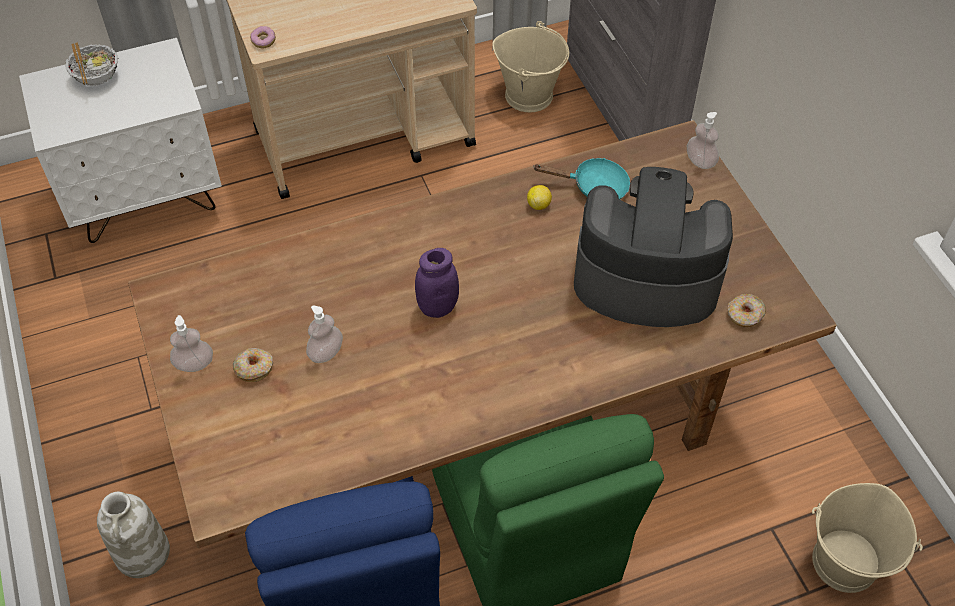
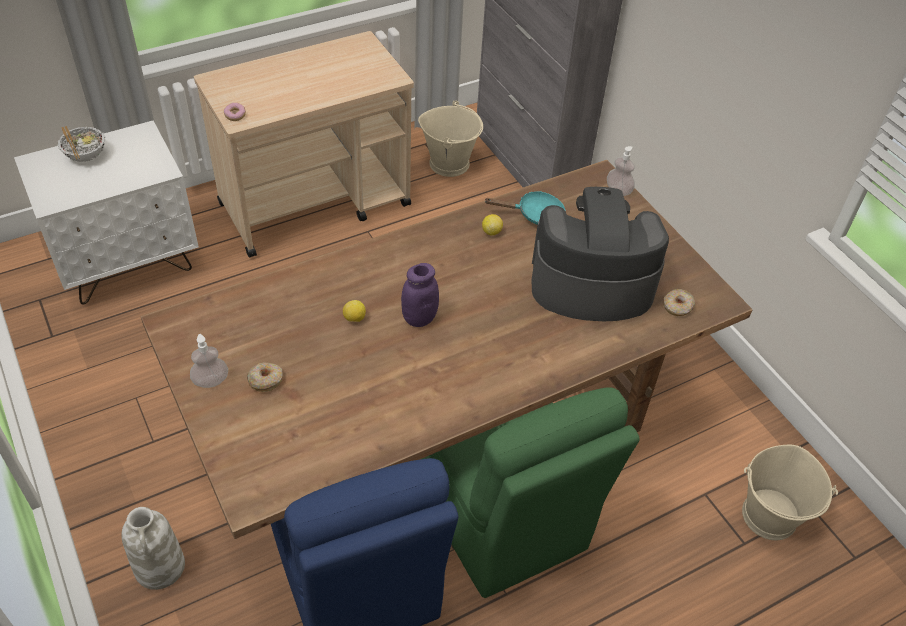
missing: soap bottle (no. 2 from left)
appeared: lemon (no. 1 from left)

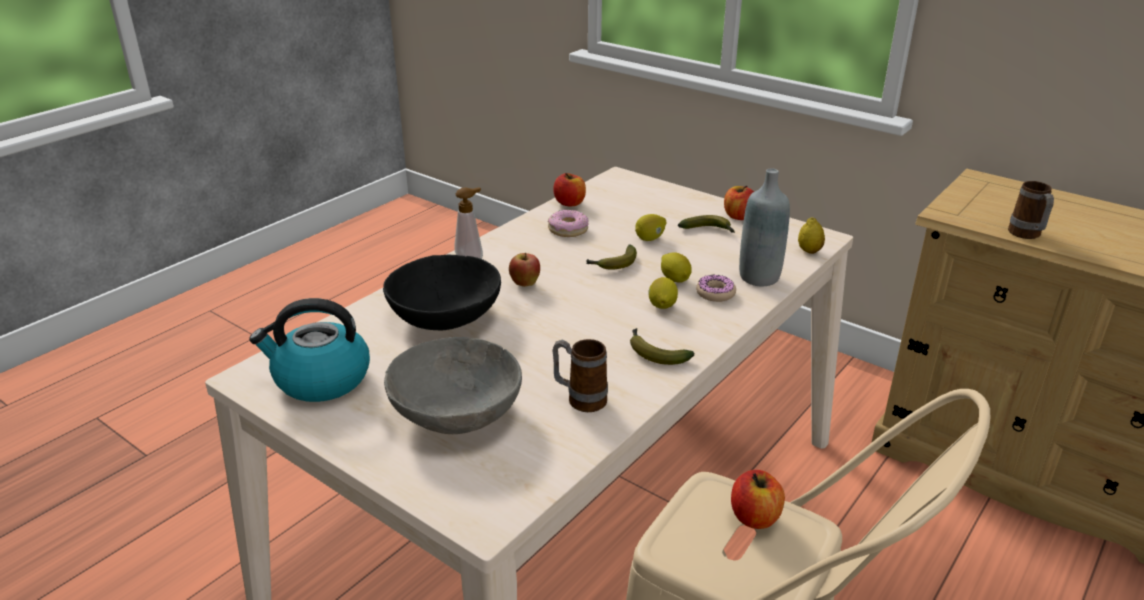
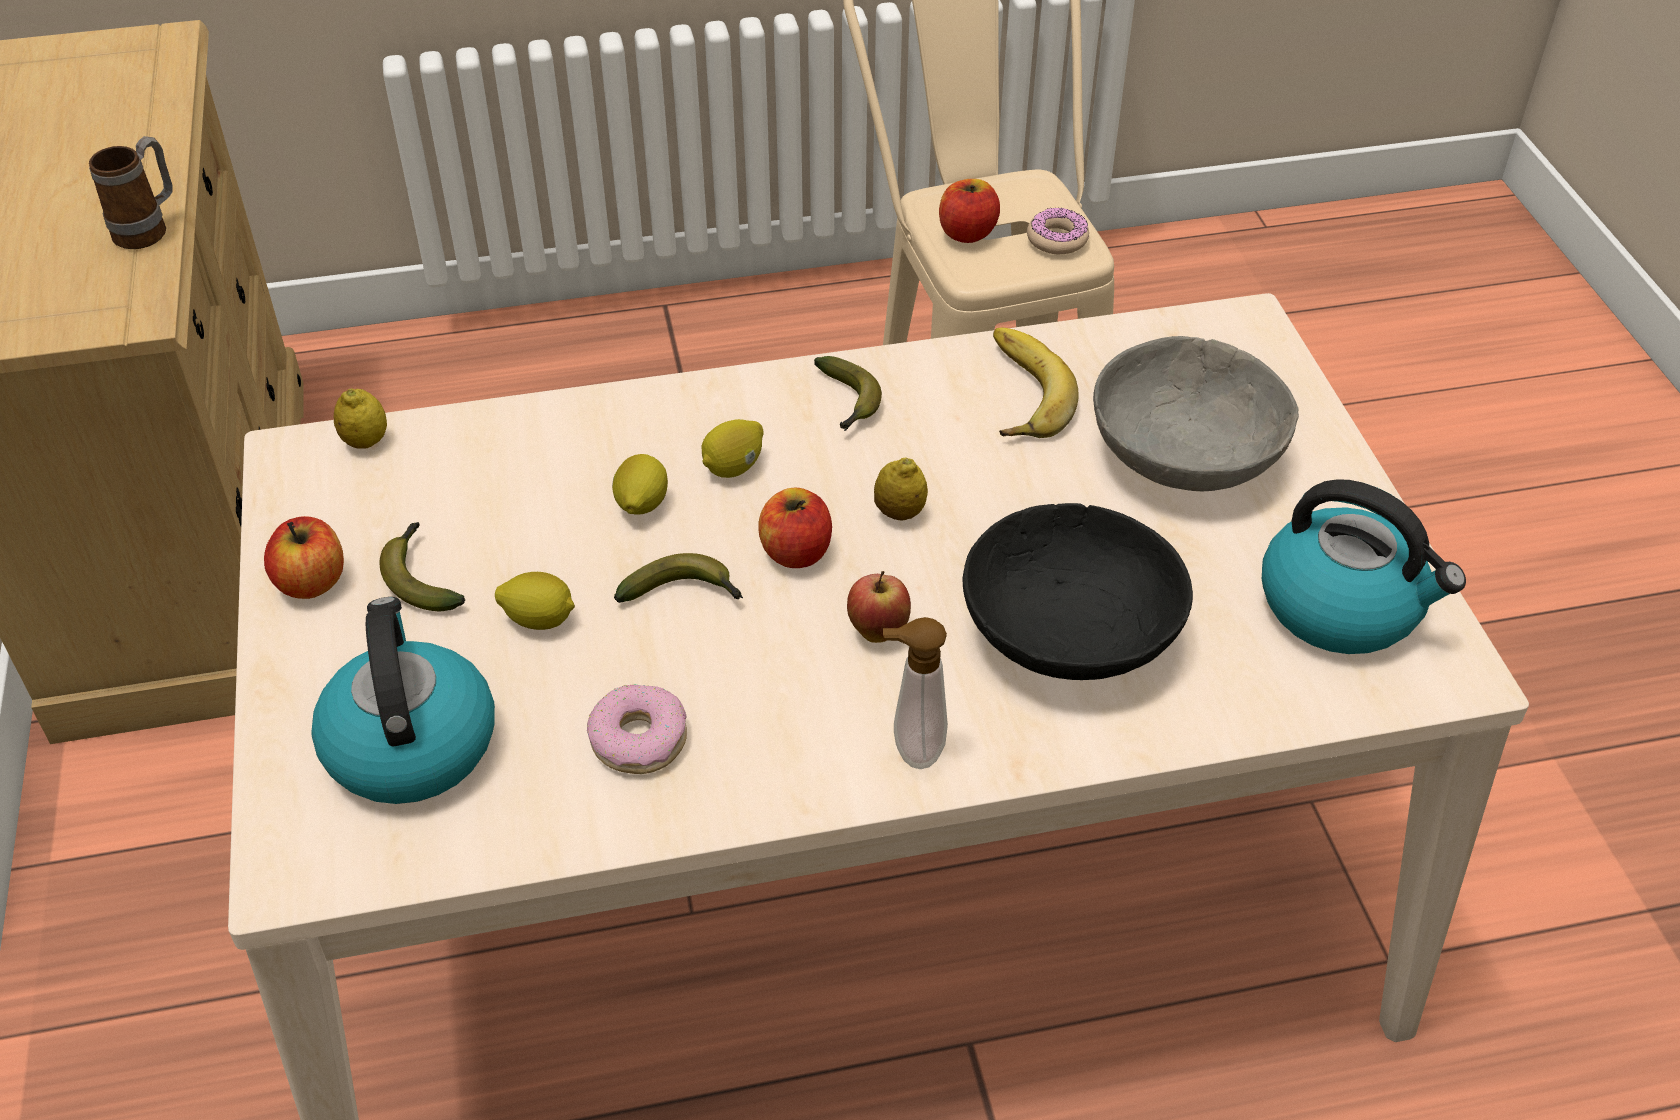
missing: grey bottle
appeared: kettle (no. 1 from left); lemon (no. 5 from left)
relocated: whole apple (no. 2 from left); ring doughnut (no. 2 from left)
exchanged: tea mug (no. 1 from left) to banana (no. 4 from left)

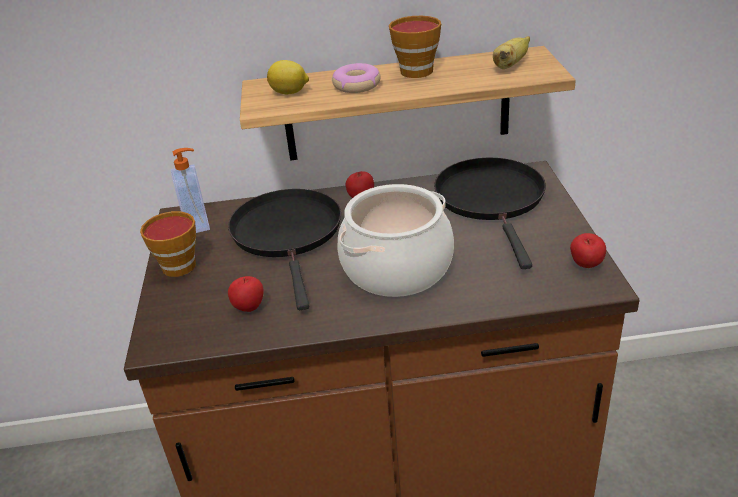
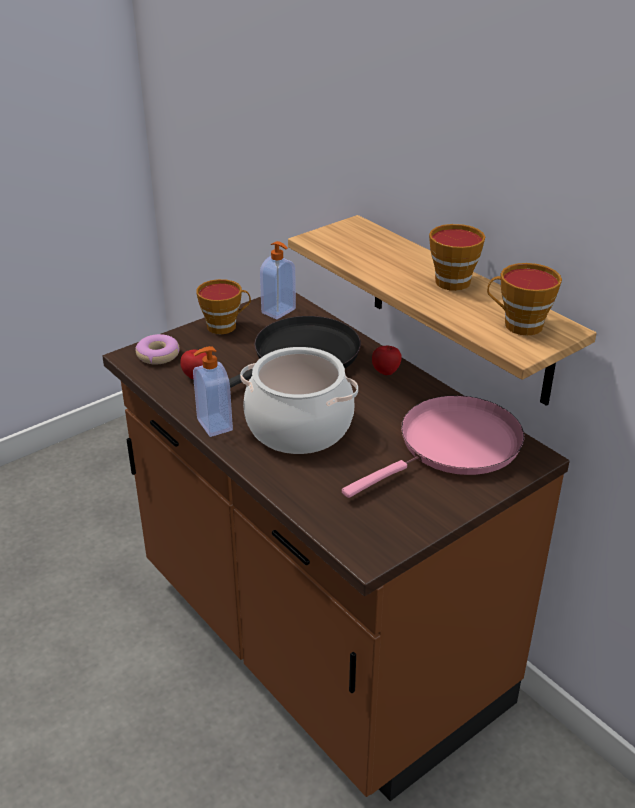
missing: lemon; whole apple (no. 3 from left)
appeared: soap bottle (no. 1 from left)
relocated: ring doughnut
exchanged: banana to cup (no. 3 from left)
colour: blackish skillet (no. 2 from left) to pink skillet

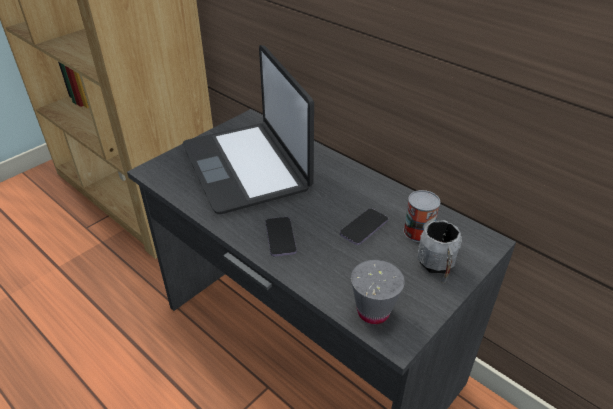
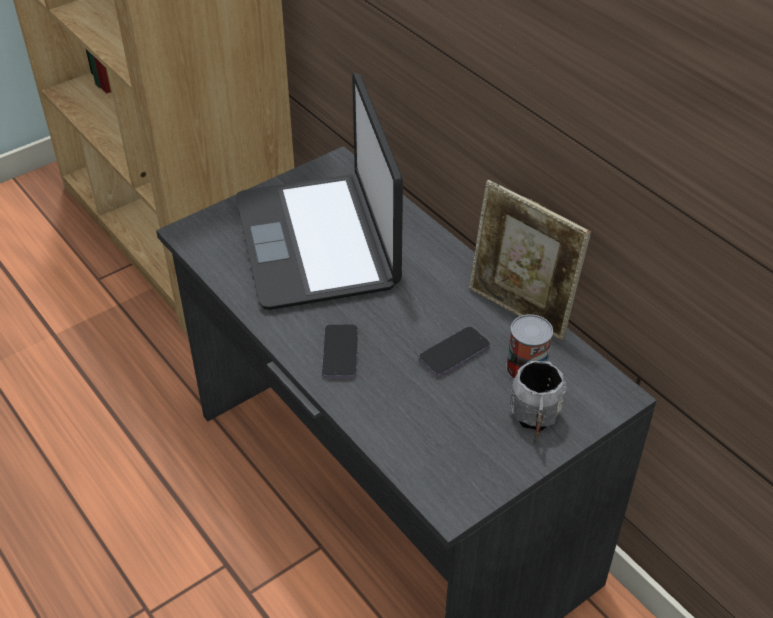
missing: grey cup
appeared: photo frame

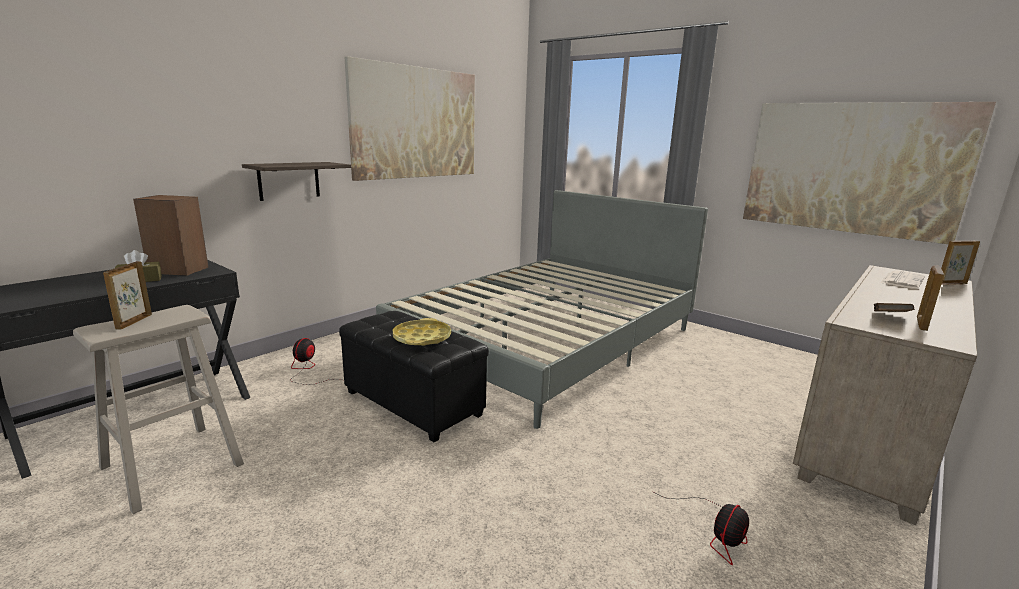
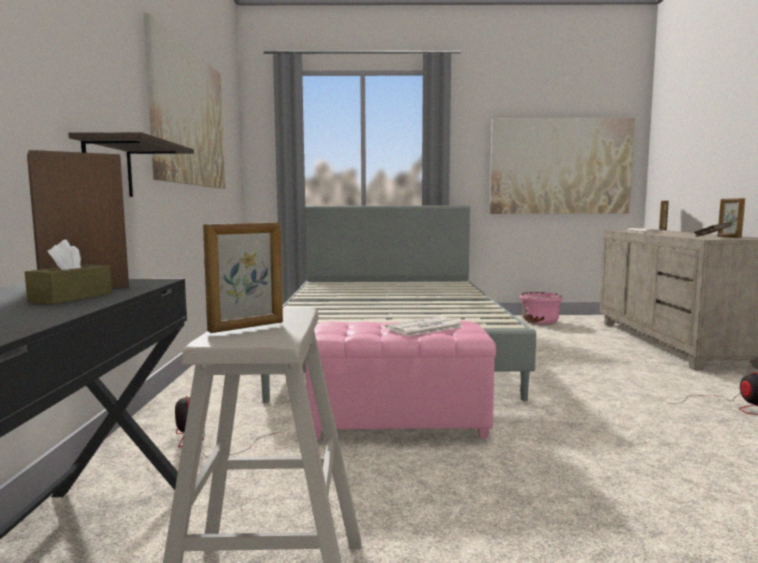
appeared: pink plant pot
exchanged: yellowish serving tray to printed paper (no. 1 from left)
colour: blackish pouffe to pink pouffe
spun: photo frame (no. 1 from left) 90 degrees counterclockwise

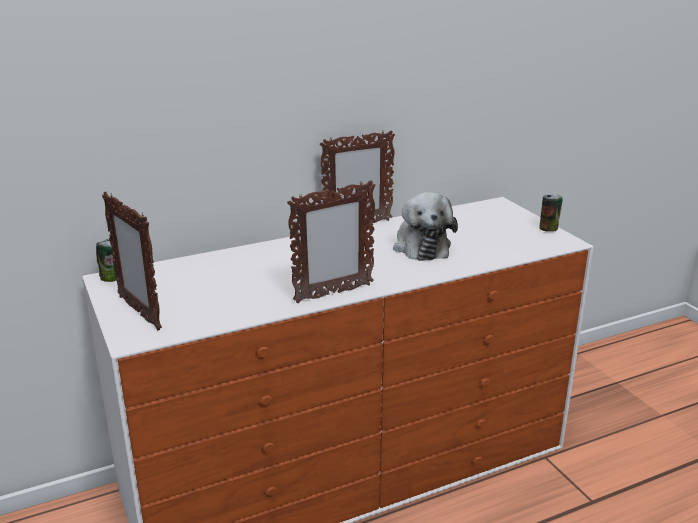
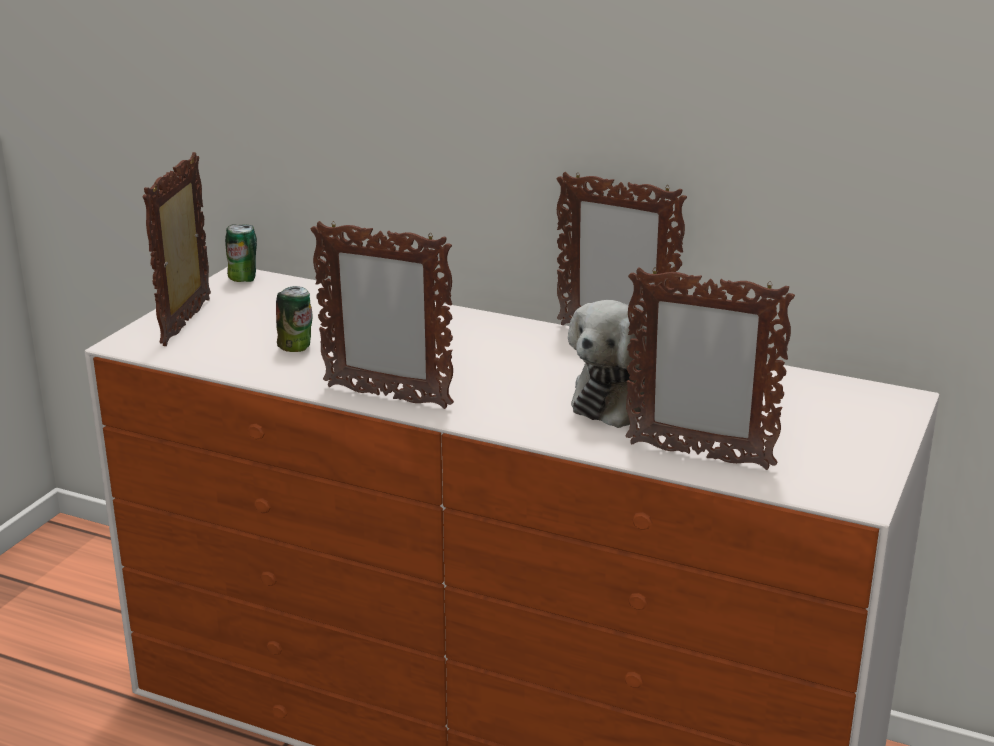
appeared: photo frame (no. 4 from left)
relocated: sealed can (no. 2 from left)

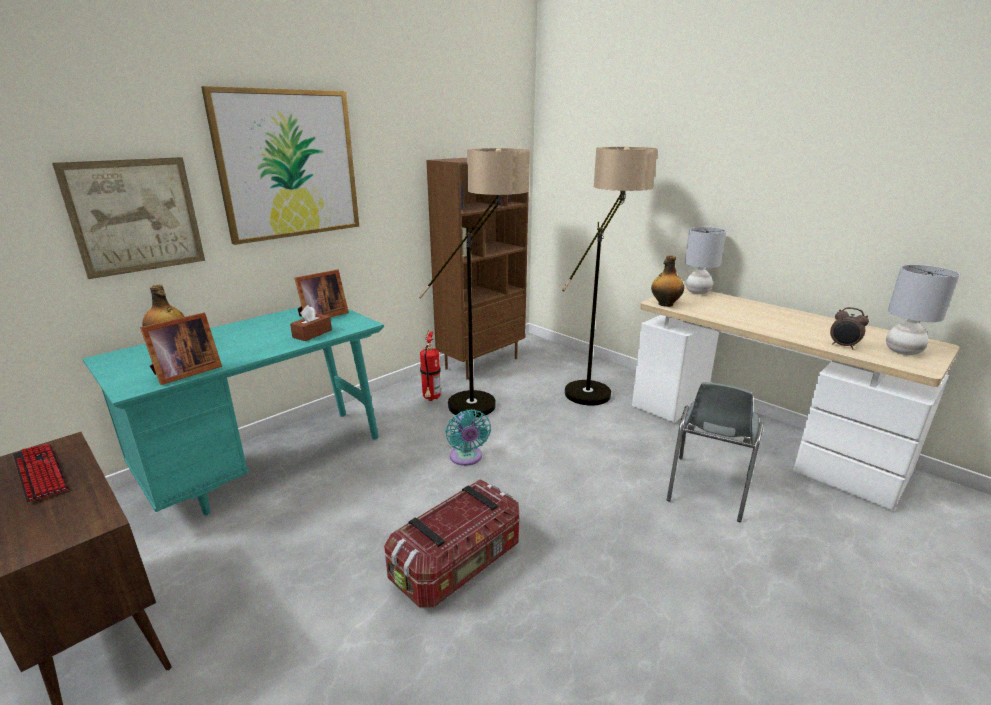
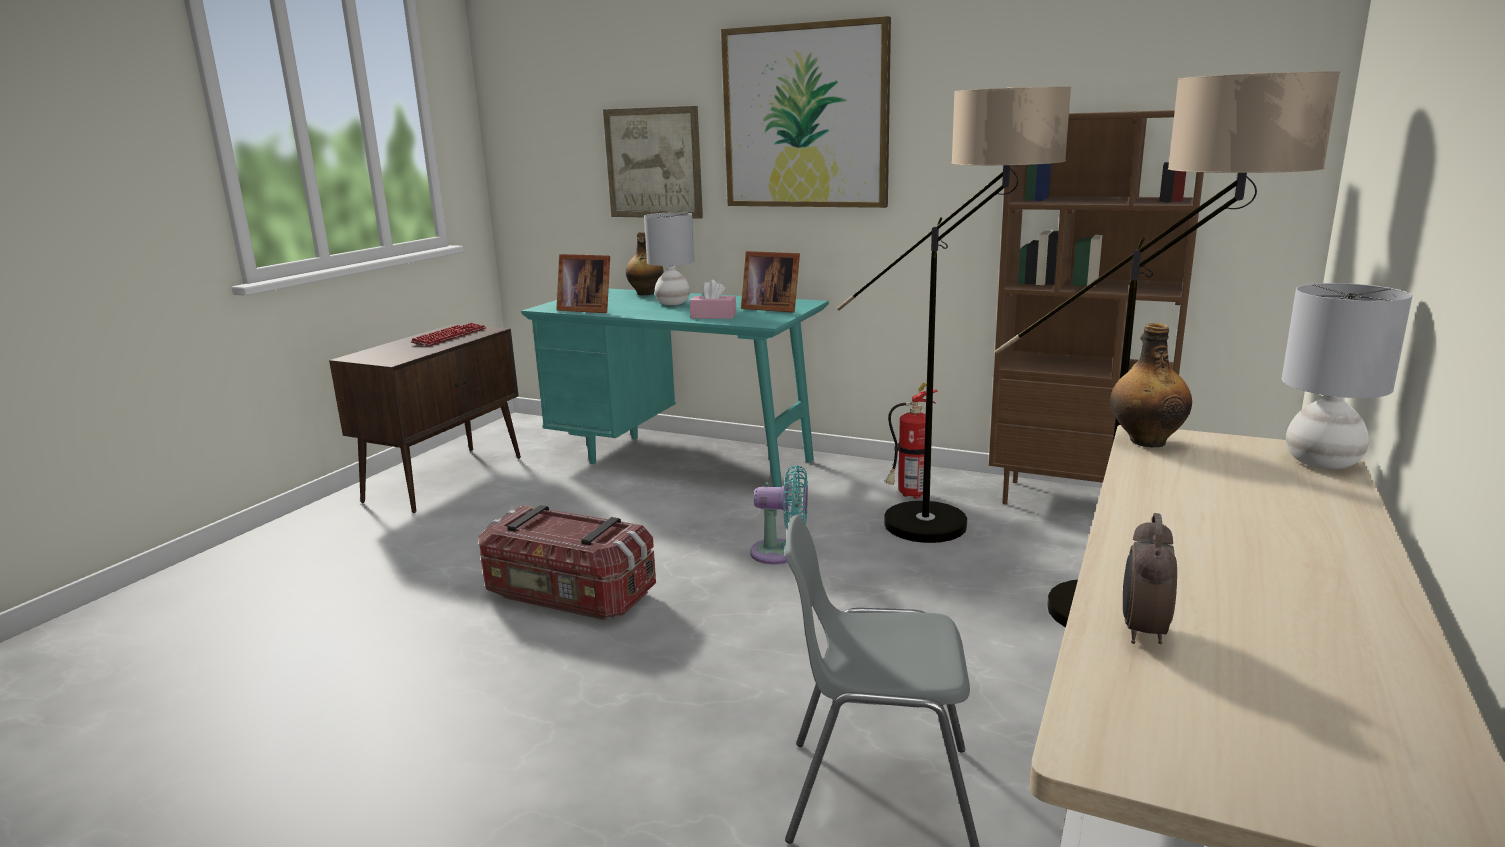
relocated: grey lamp for a table (no. 2 from left in the first image) to grey lamp for a table (no. 1 from left)
colour: brown tissue box to pink tissue box
spun: blue-green fan 135 degrees counterclockwise

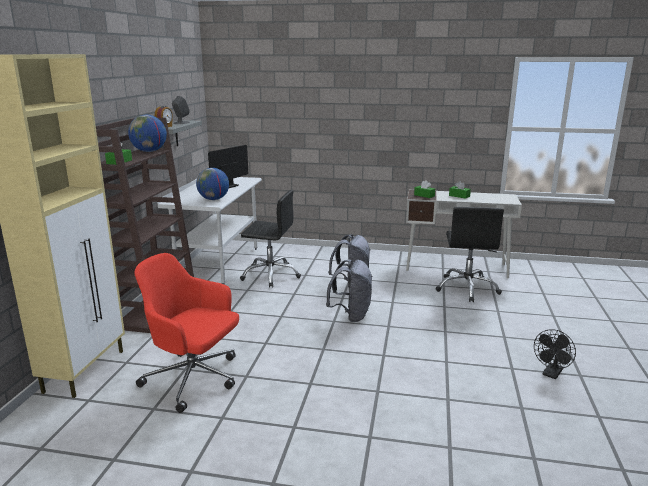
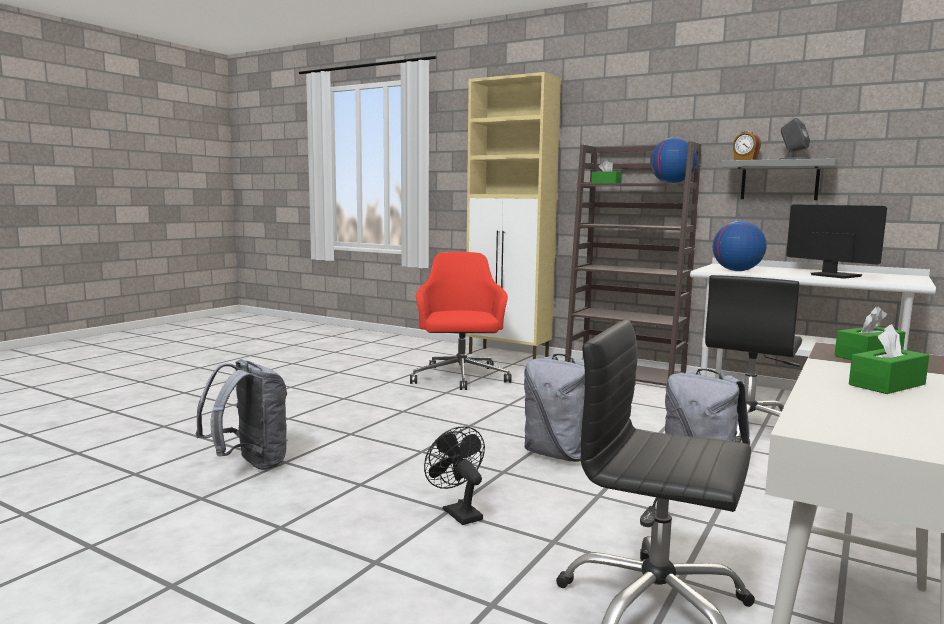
appeared: grey knapsack (no. 1 from left)
relocated: blackish fan
spun: red desk chair 45 degrees counterclockwise

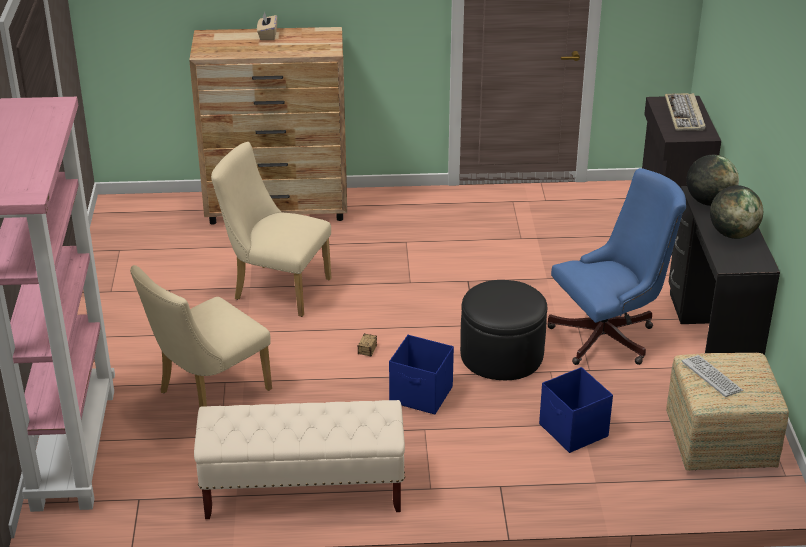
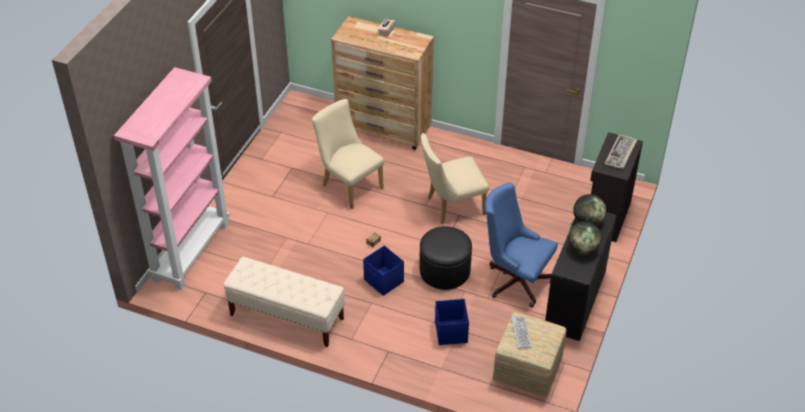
relocated: beige upright chair (no. 1 from left in the first image) to beige upright chair (no. 2 from left)
spun: blue-coloured desk chair 150 degrees counterclockwise

